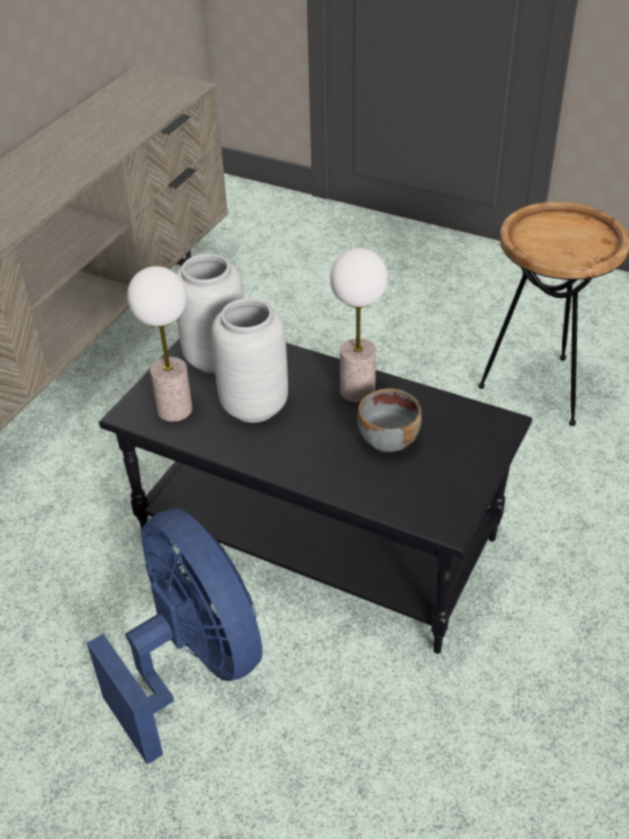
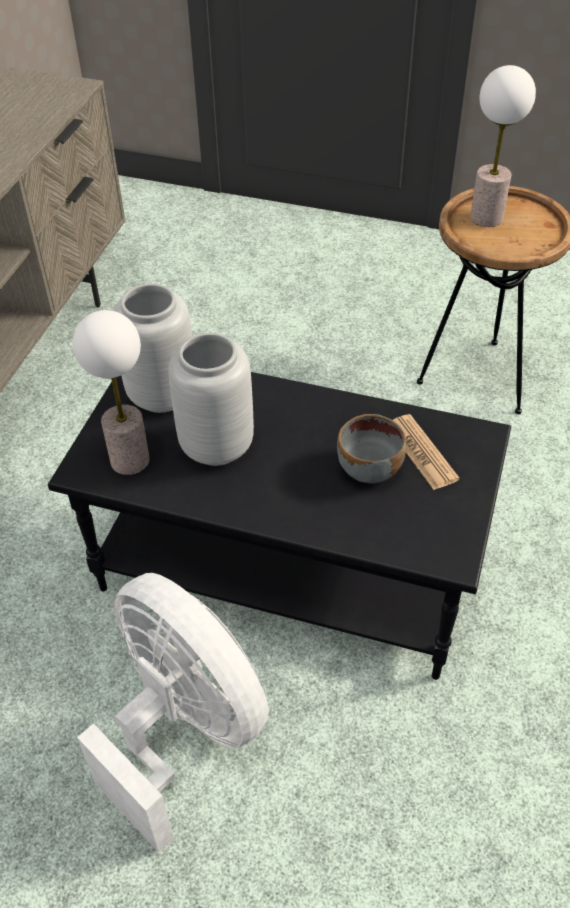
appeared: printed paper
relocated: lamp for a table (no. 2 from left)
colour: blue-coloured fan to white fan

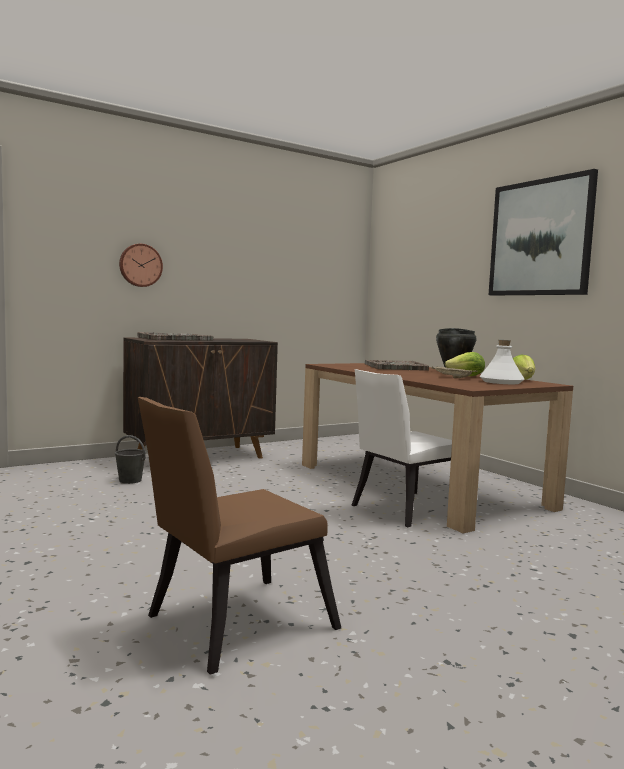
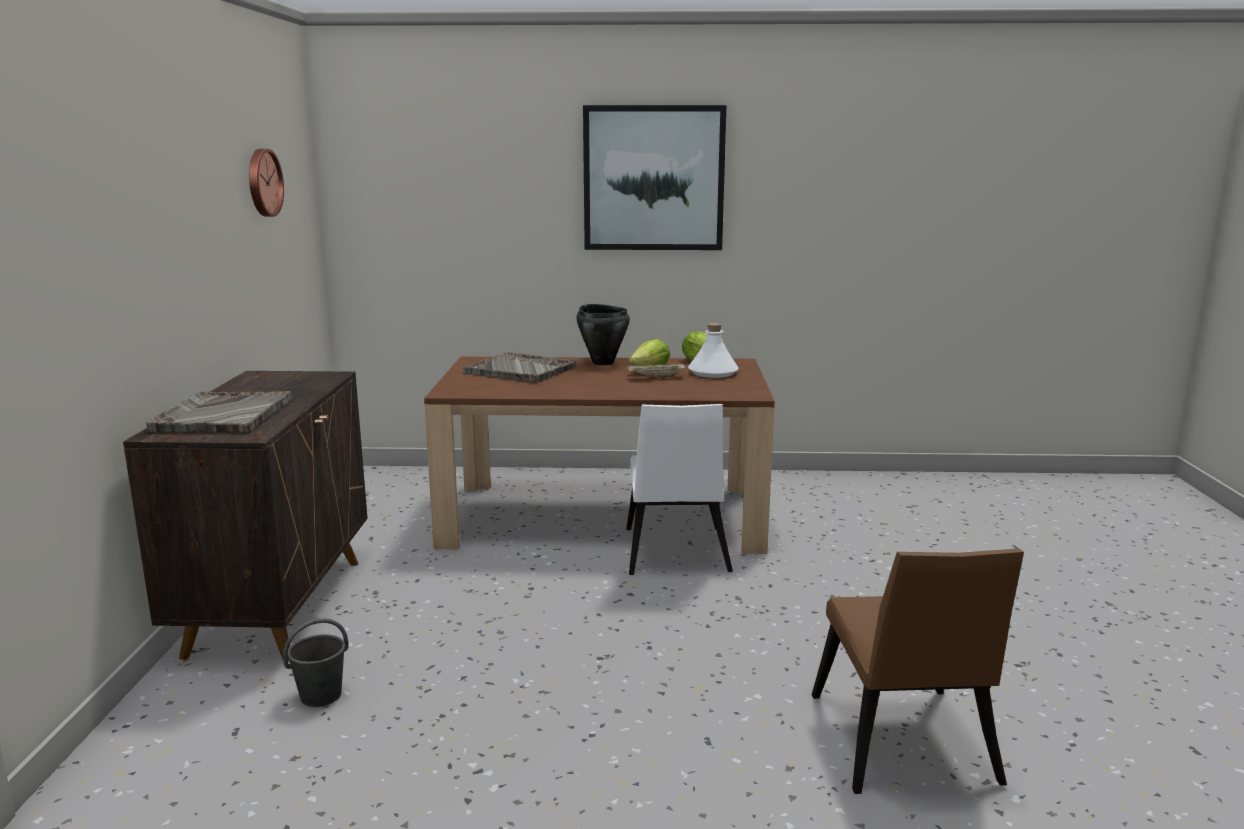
relocated: wall clock

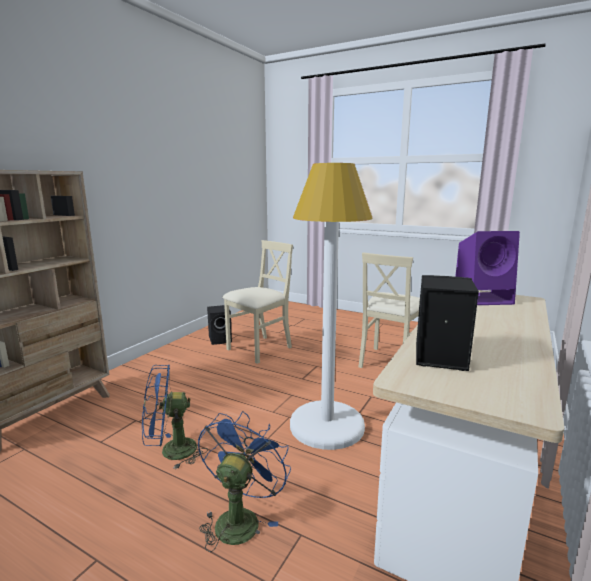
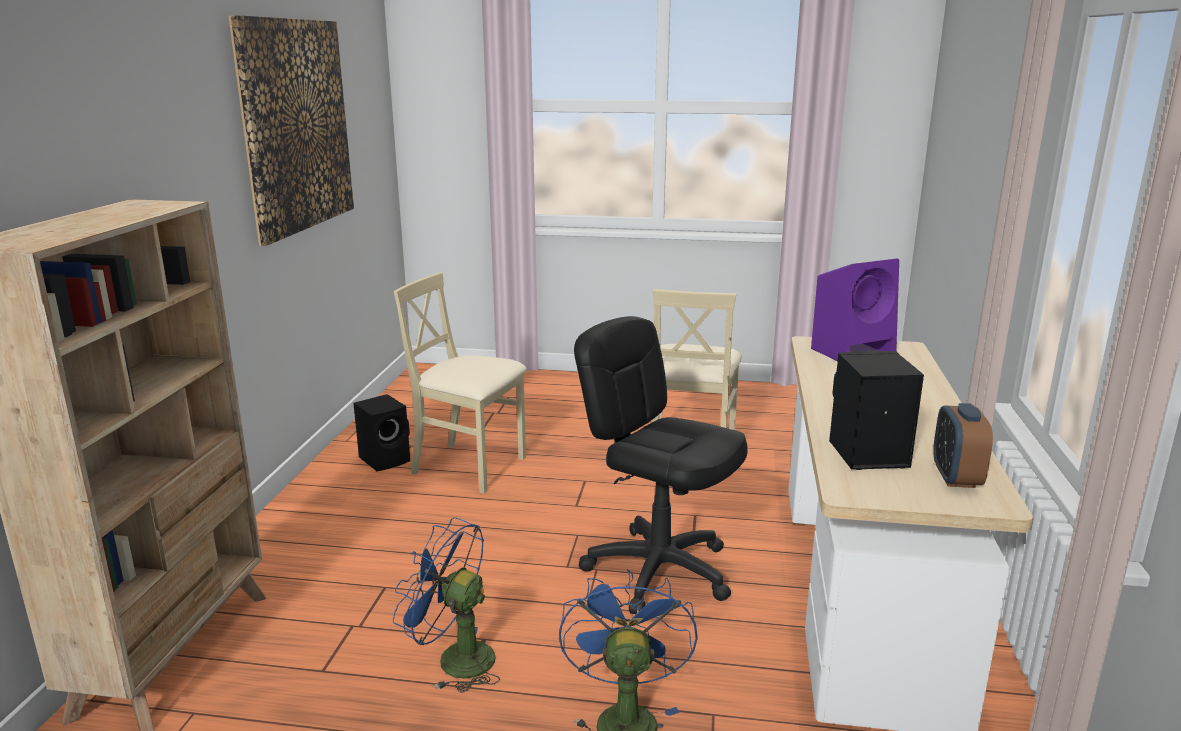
appeared: wall art; bedside clock
exchanged: white standard lamp to blackish desk chair
spun: blue-coloured fan (no. 1 from left) 60 degrees clockwise; beige upright chair (no. 1 from left) 90 degrees counterclockwise

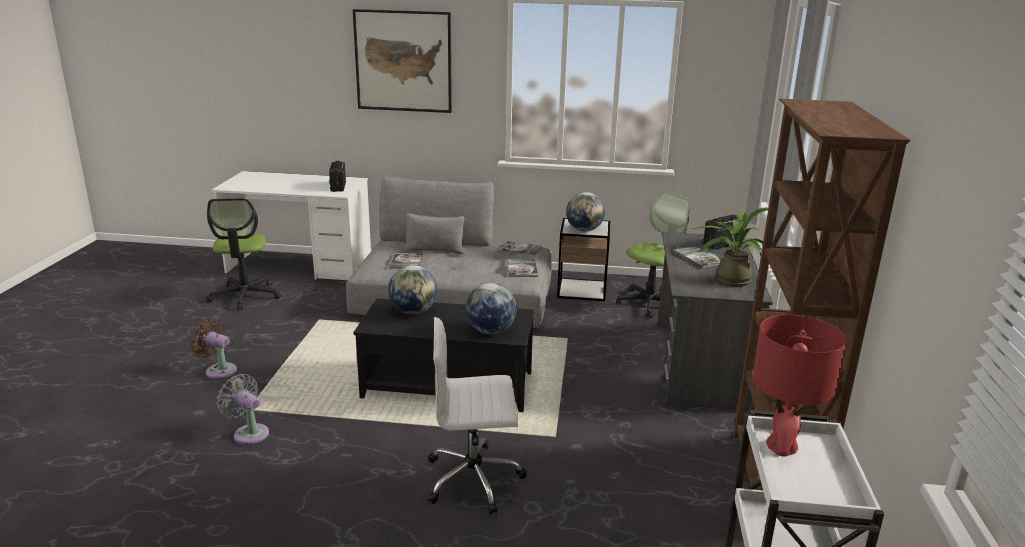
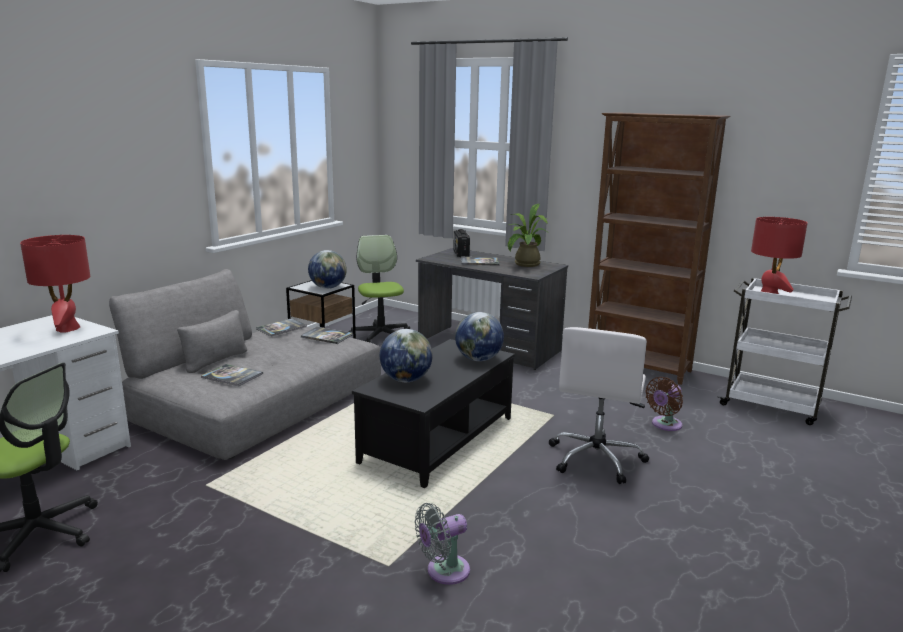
missing: wall art
relocated: brown fan
exchanged: radio (no. 1 from left) to red lamp for a table (no. 1 from left)

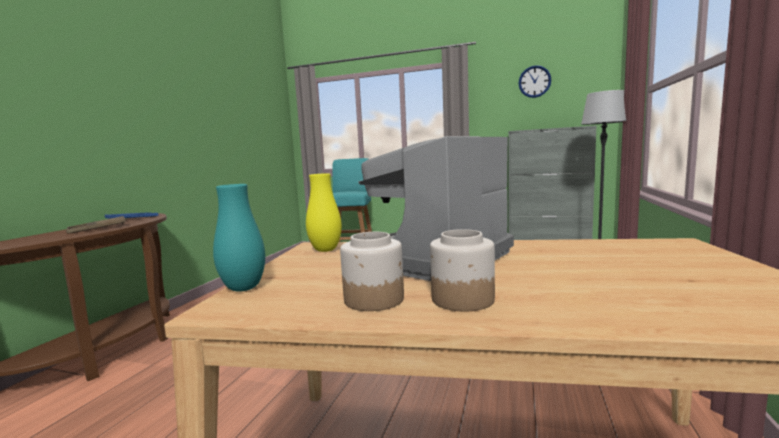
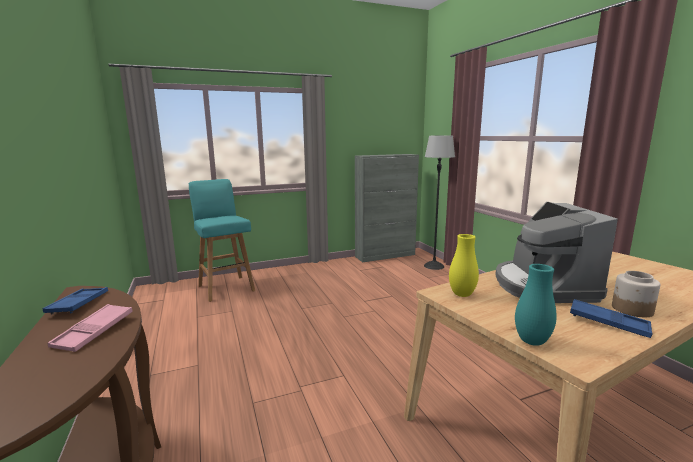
missing: wall clock
exchanged: preserve jar (no. 1 from left) to blue-coloured serving tray (no. 2 from left)
colour: brown serving tray to pink serving tray

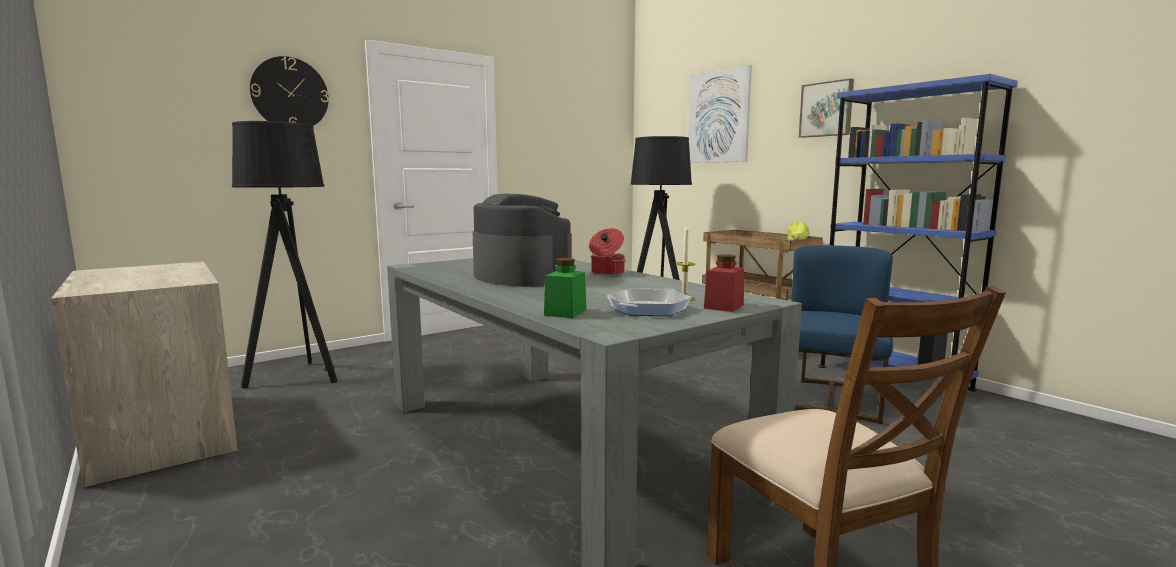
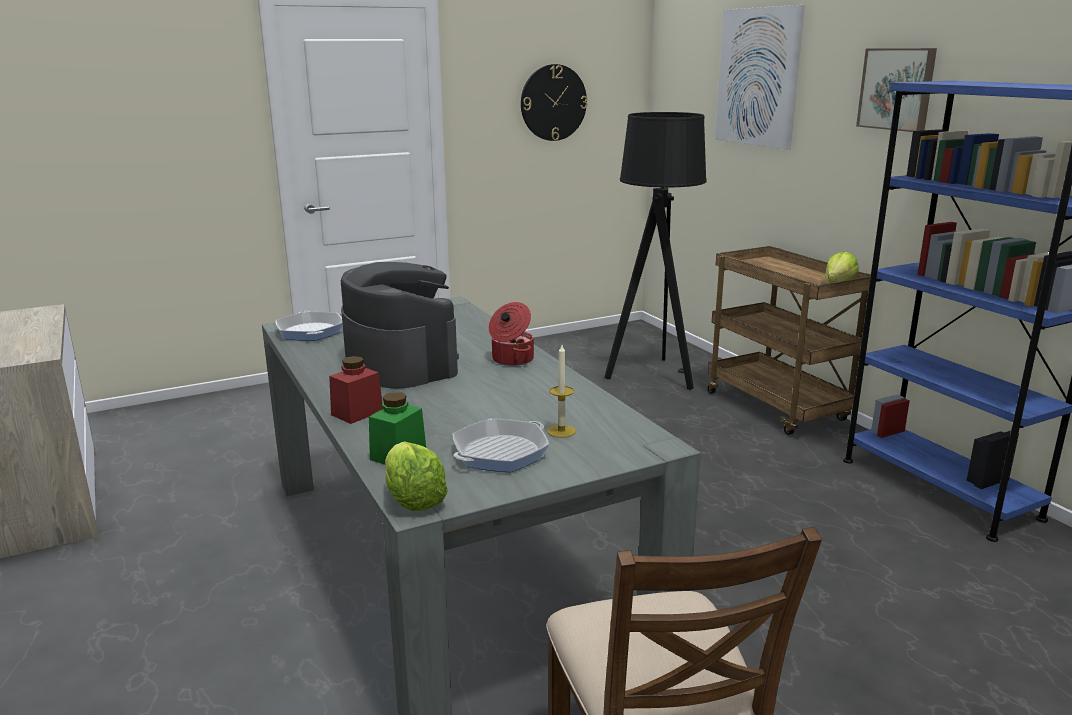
missing: blackish standard lamp (no. 1 from left); blue-coloured upright chair
appeared: skillet (no. 1 from left); lettuce (no. 1 from left)
relocated: red preserve jar; wall clock

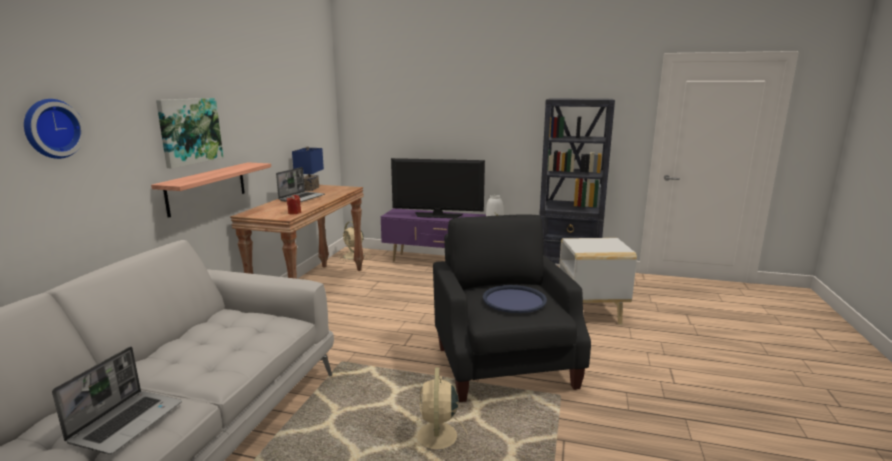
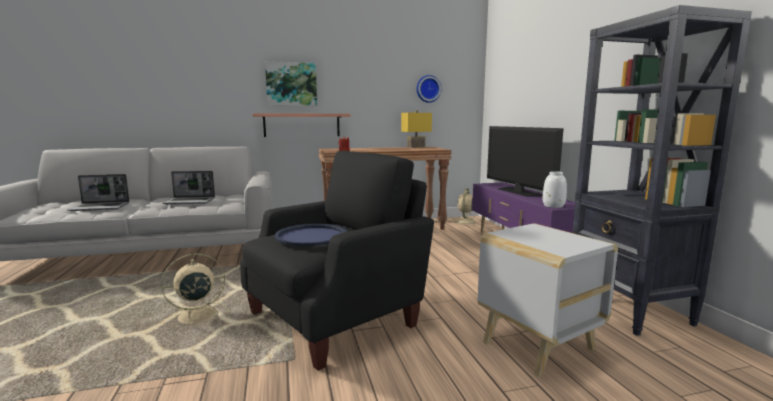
relocated: laptop (no. 2 from left); wall clock
colour: blue-coloured lamp for a table to yellowish lamp for a table

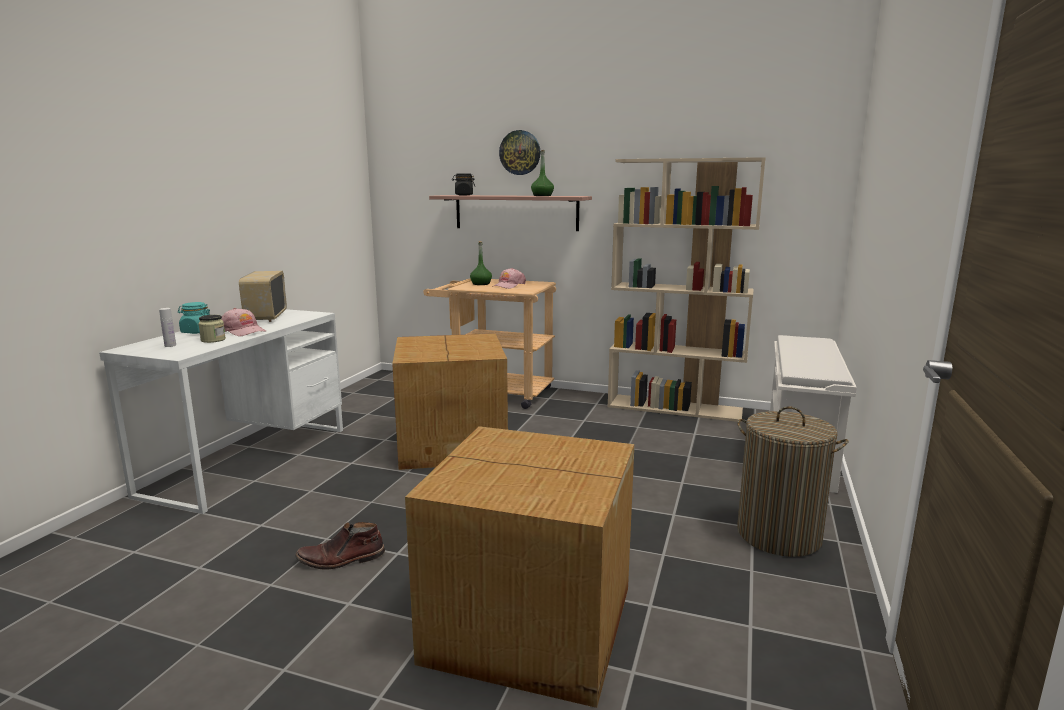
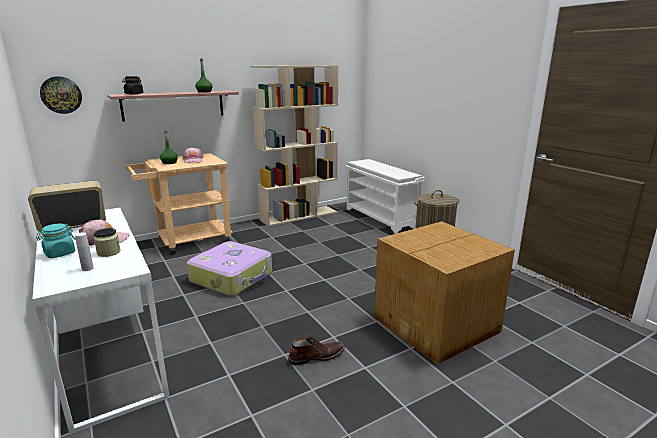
relocated: wall clock
exchanged: packing box (no. 1 from left) to travel case
spun: radio 120 degrees clockwise; brown high-top boot 135 degrees counterclockwise

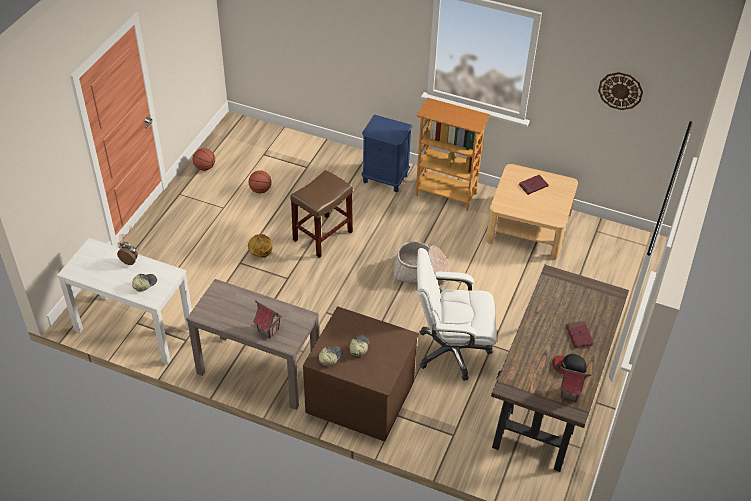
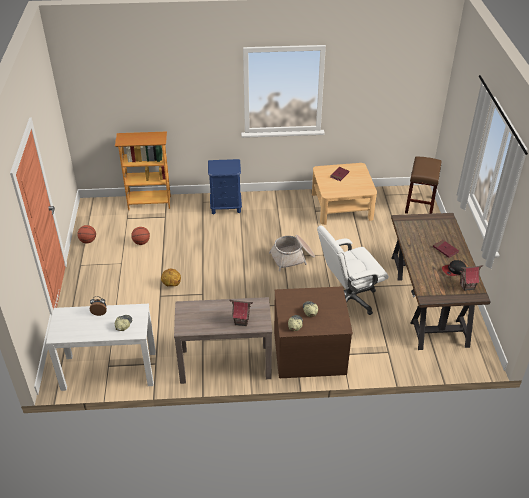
missing: wall clock
relocated: bookcase; brown stool

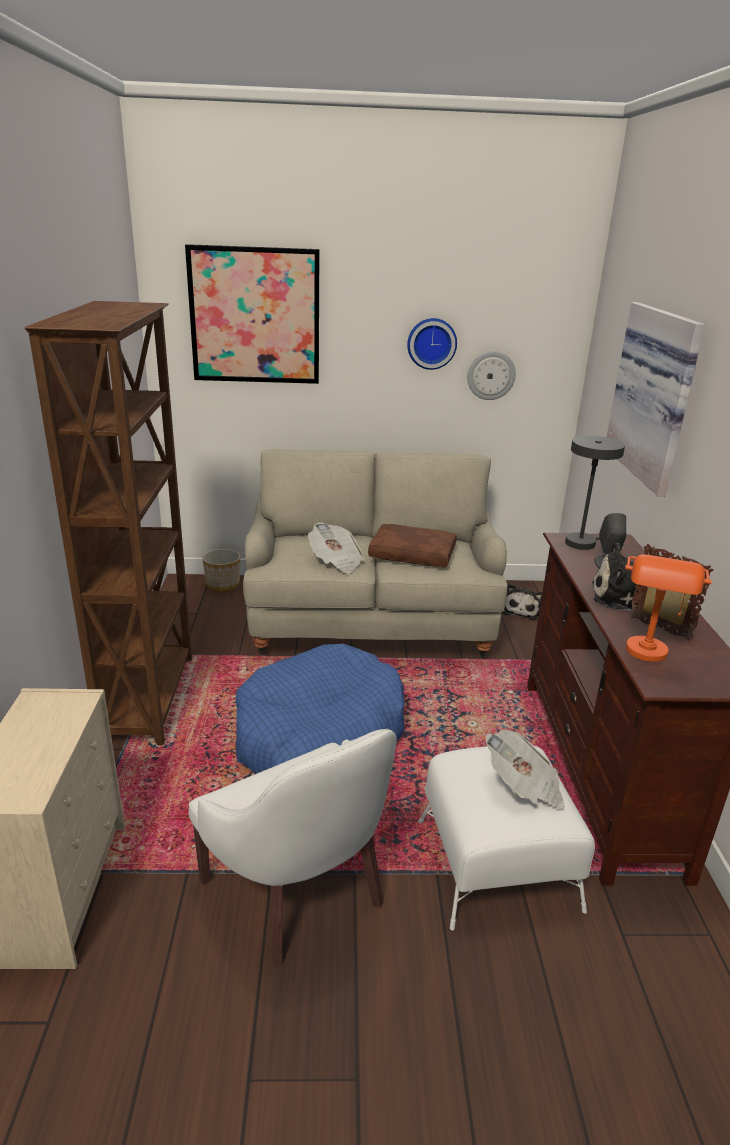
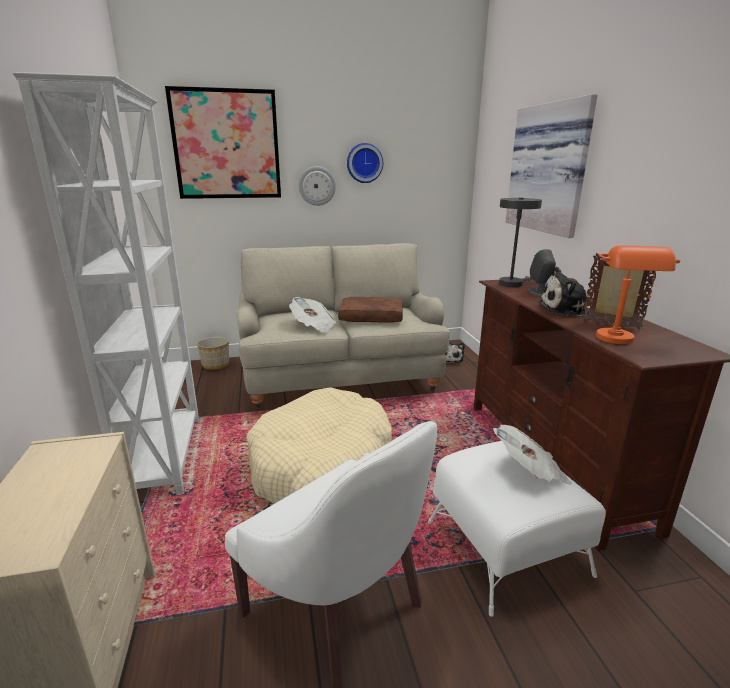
relocated: wall clock (no. 2 from left in the first image) to wall clock (no. 1 from left)
colour: brown bookcase to white bookcase; blue-coloured dog cushion to beige dog cushion

